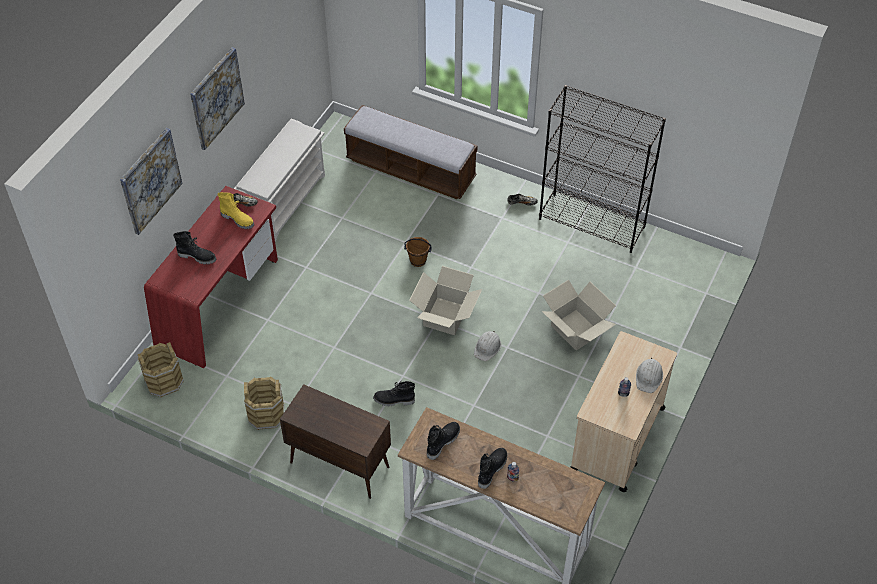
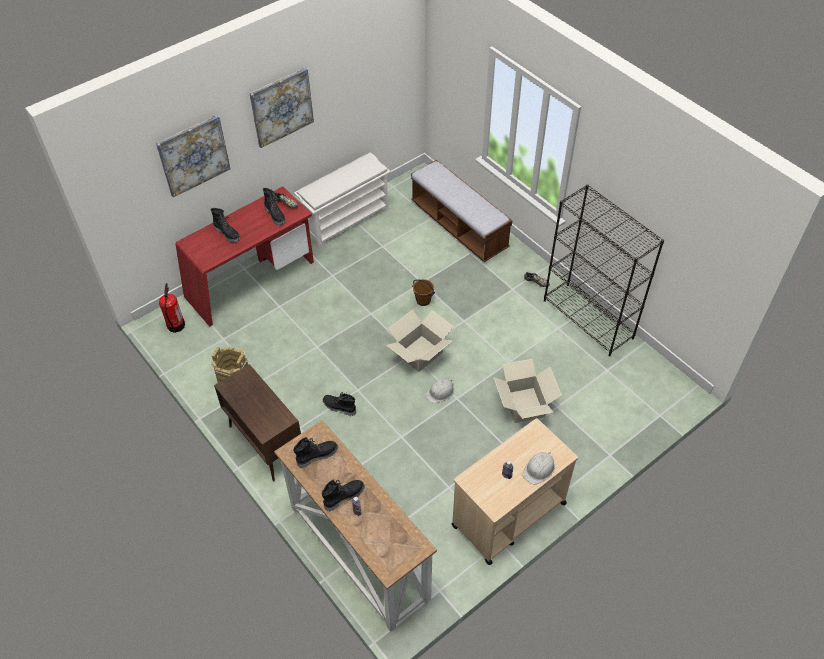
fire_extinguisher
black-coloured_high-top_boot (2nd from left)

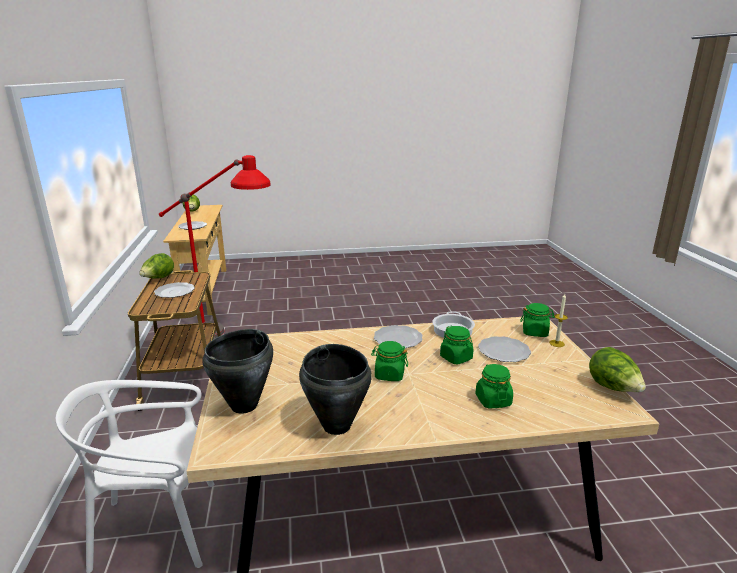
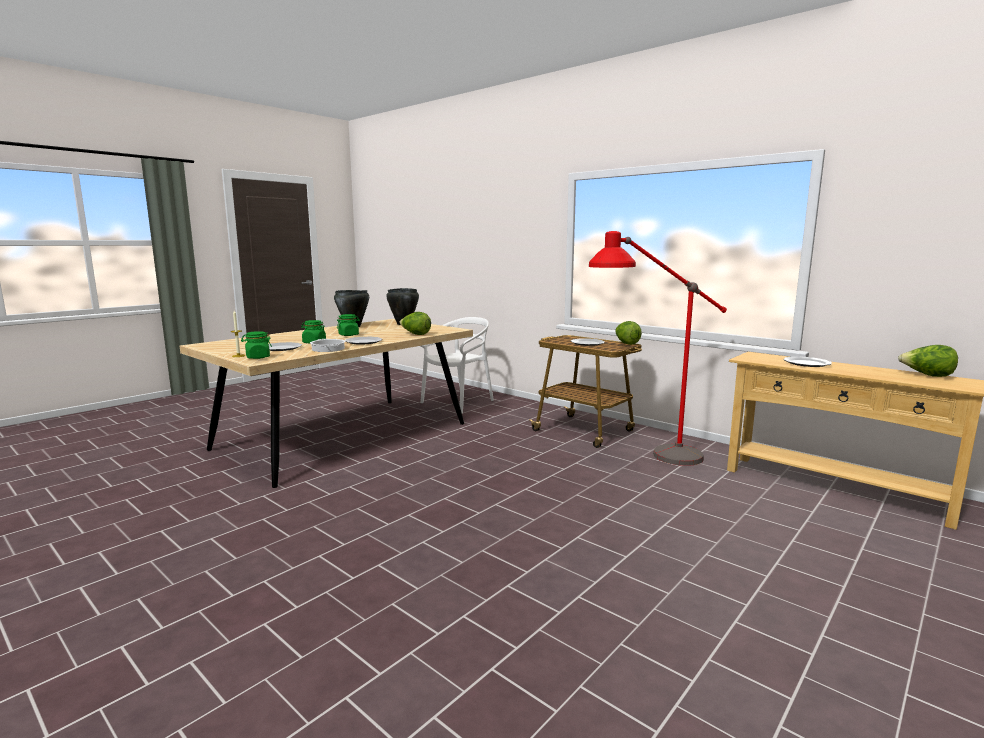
lettuce (1st from left)
green-coloured_preserve_jar (3rd from left in the first image)

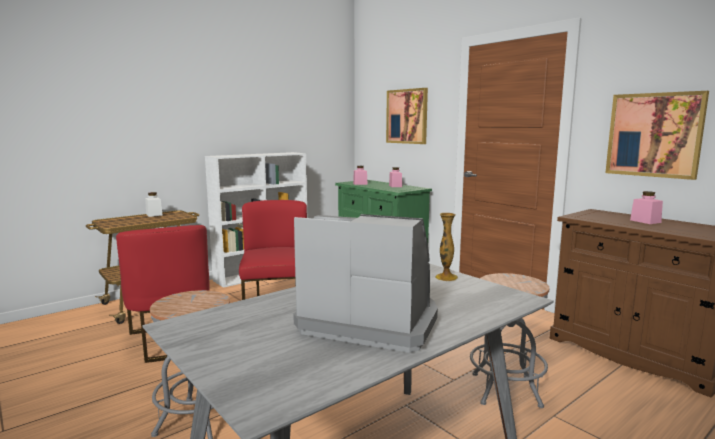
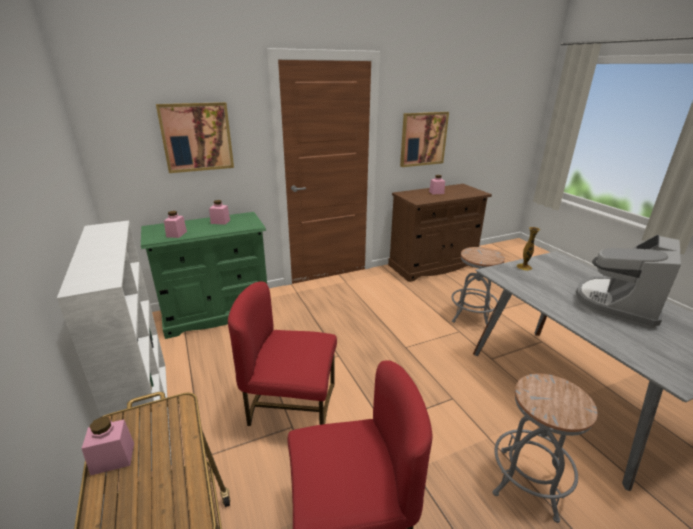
pink_preserve_jar (1st from left)

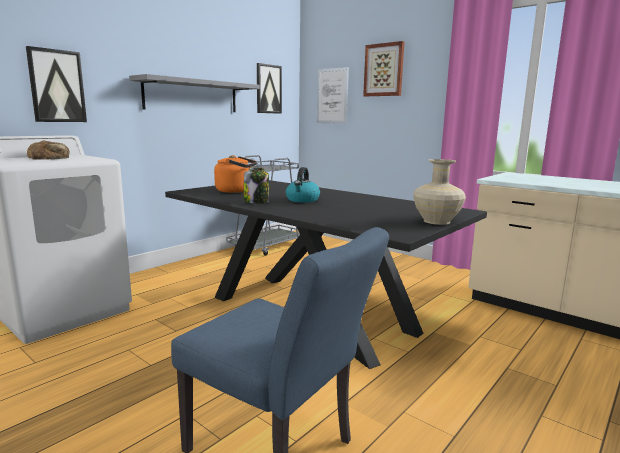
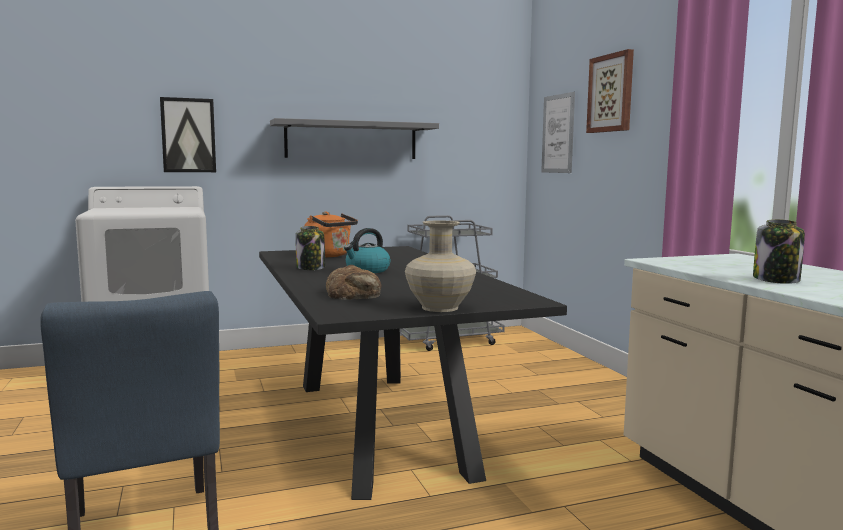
bakery_bread
preserve_jar (2nd from left)
picture (2nd from left in the first image)

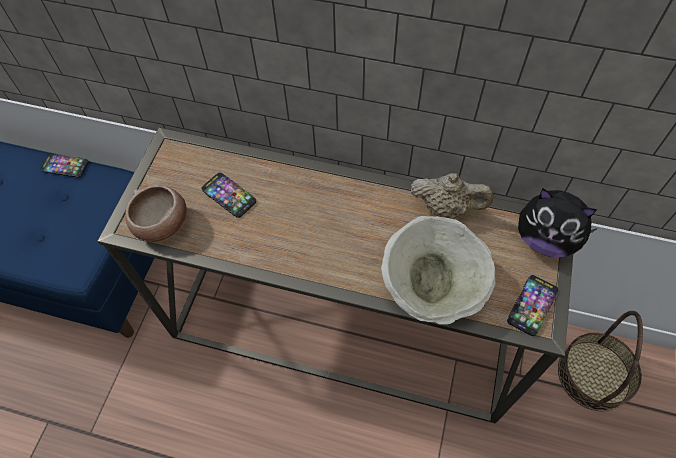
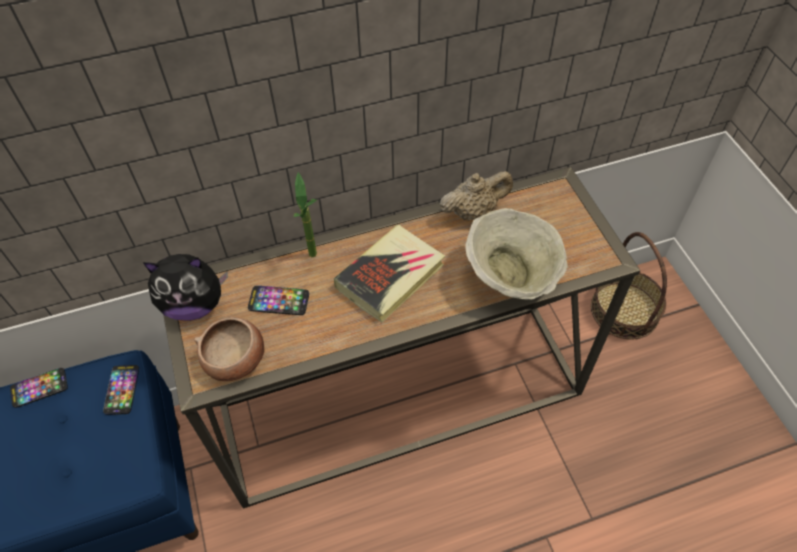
handset (2nd from left)
plush_toy
potted_plant
volume

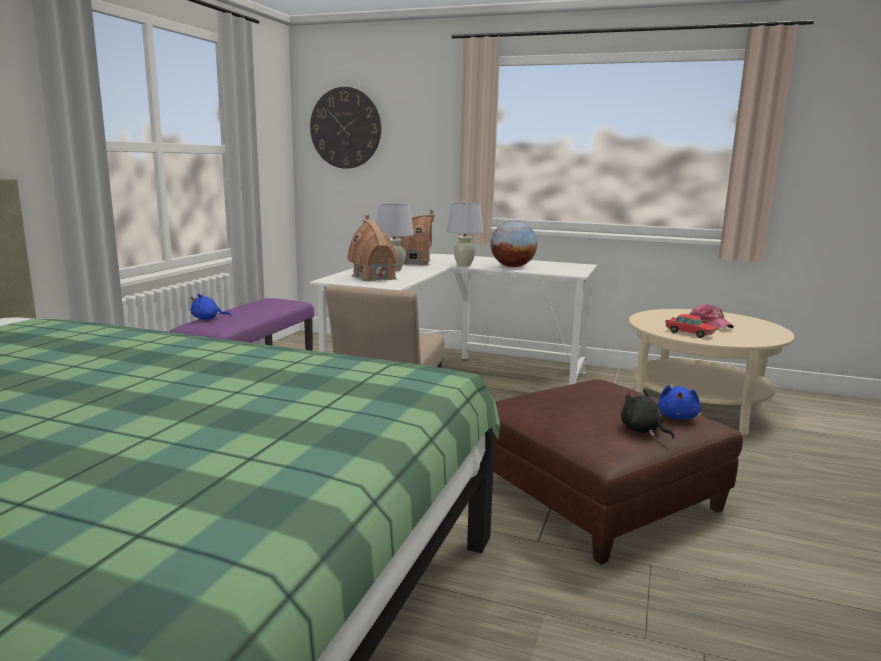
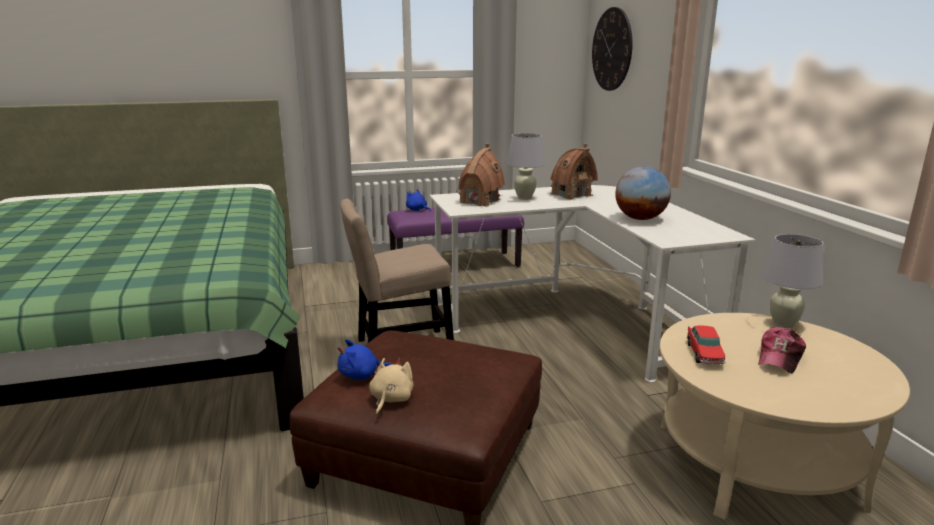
blue_plush_toy (1st from left)
sand-coloured_plush_toy
whitish_tabletop_lamp (2nd from left)

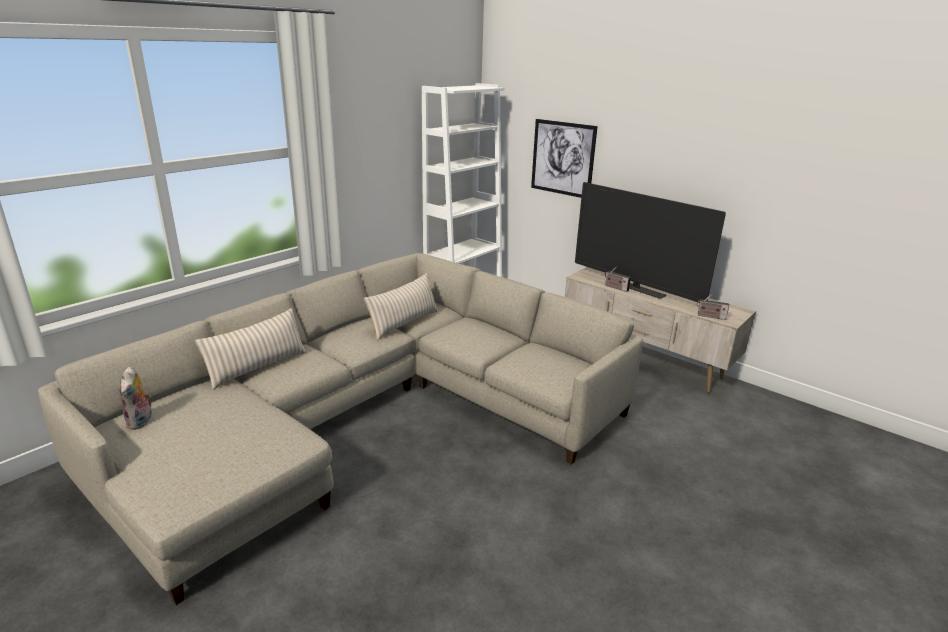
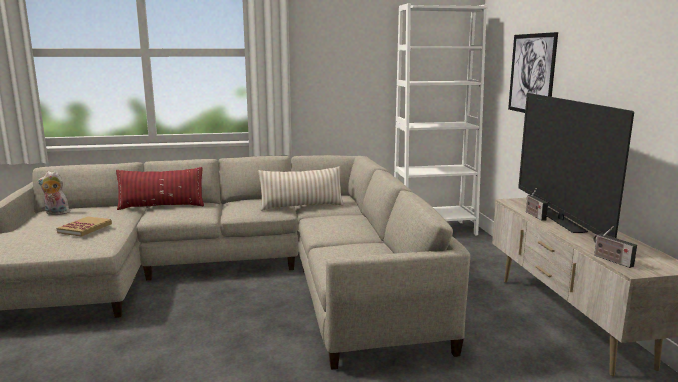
plush_toy
volume
red-coloured_throw_pillow

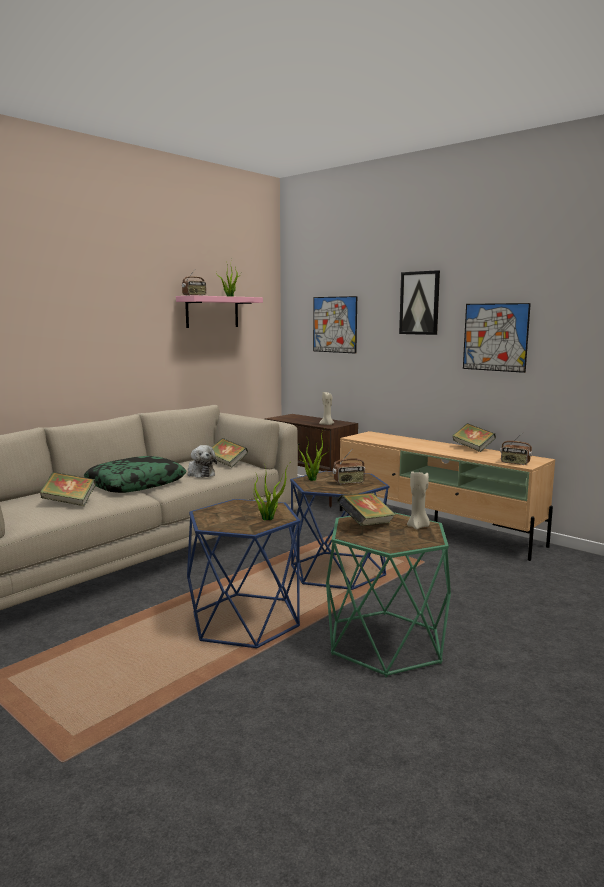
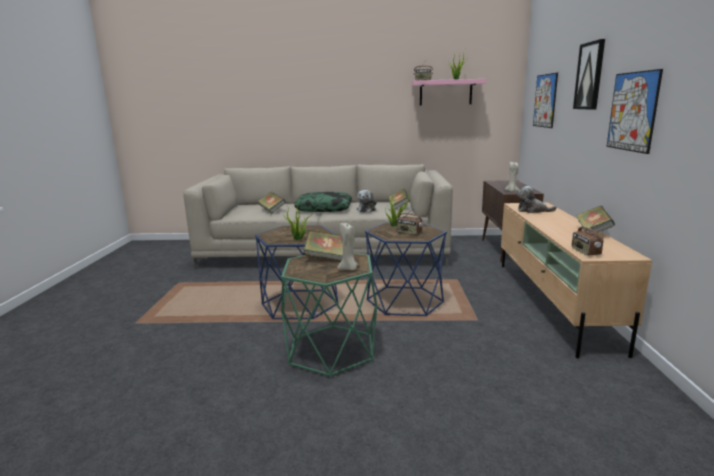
plush_toy (2nd from left)

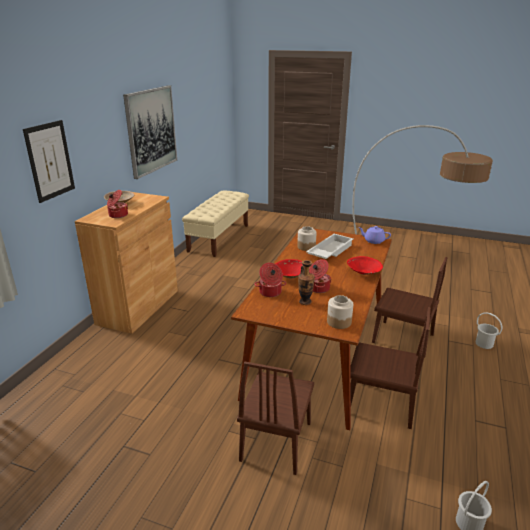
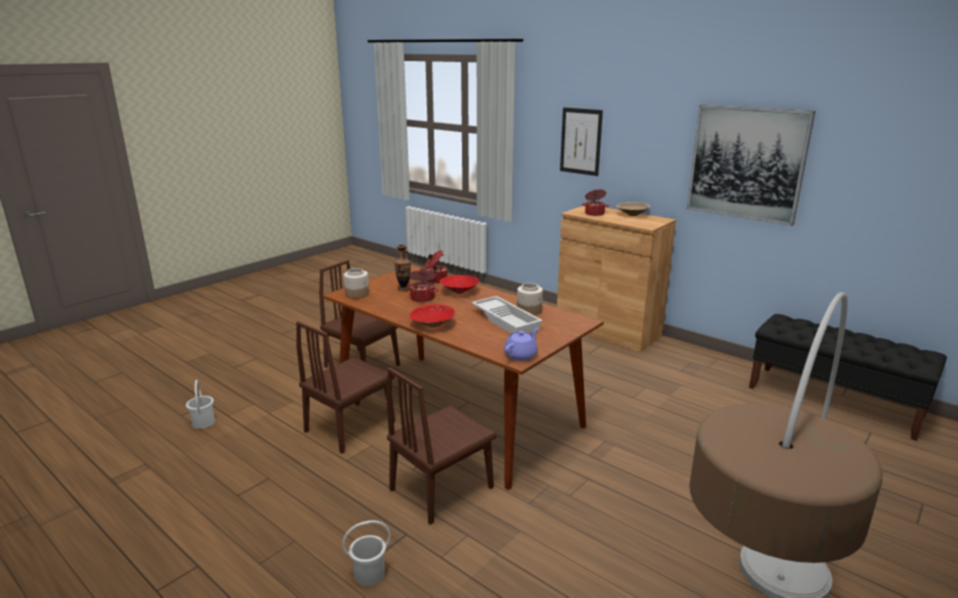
black-coloured_long_seat

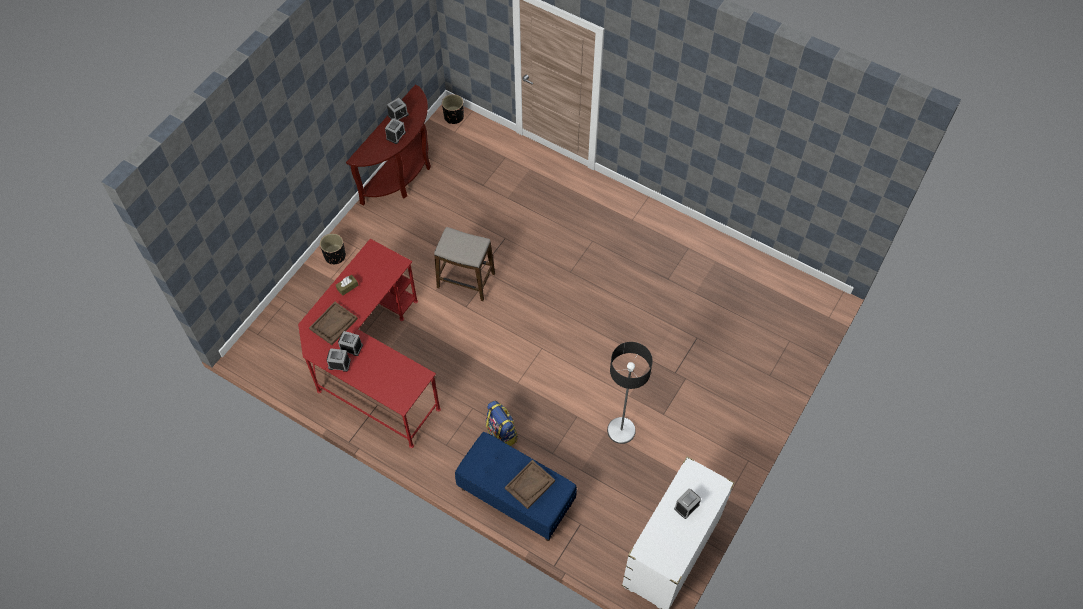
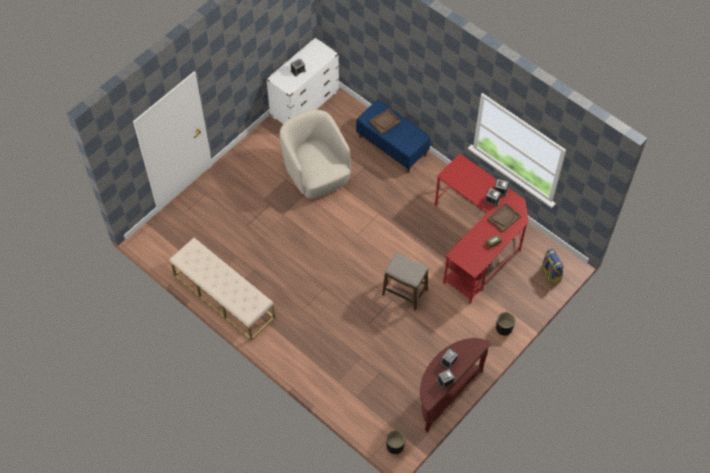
sand-coloured_long_seat
sand-coloured_lounge_chair
rucksack

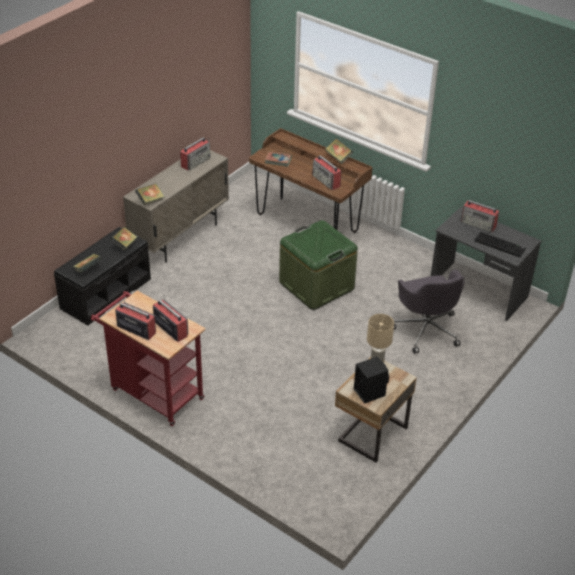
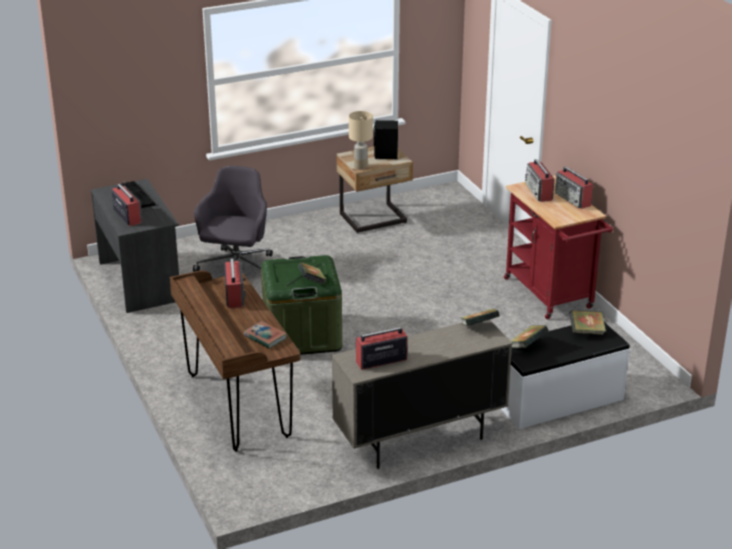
volume (2nd from left)
whitish_long_seat

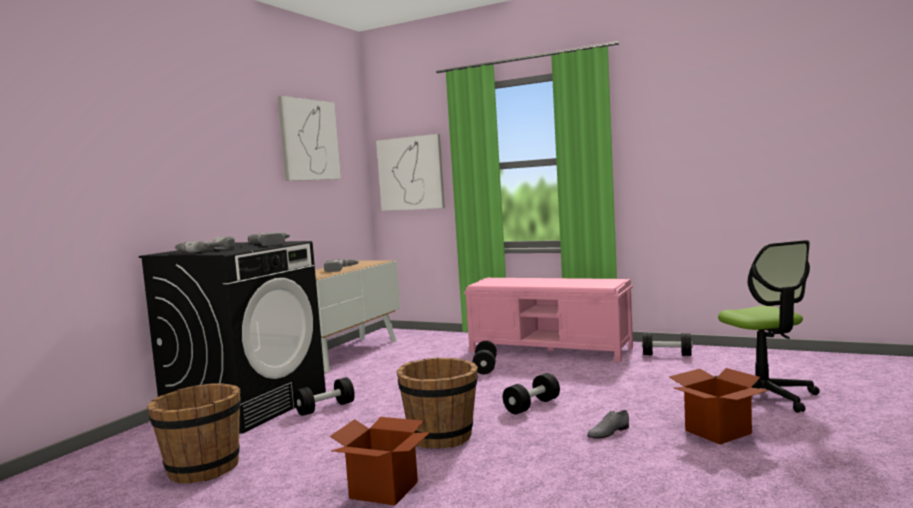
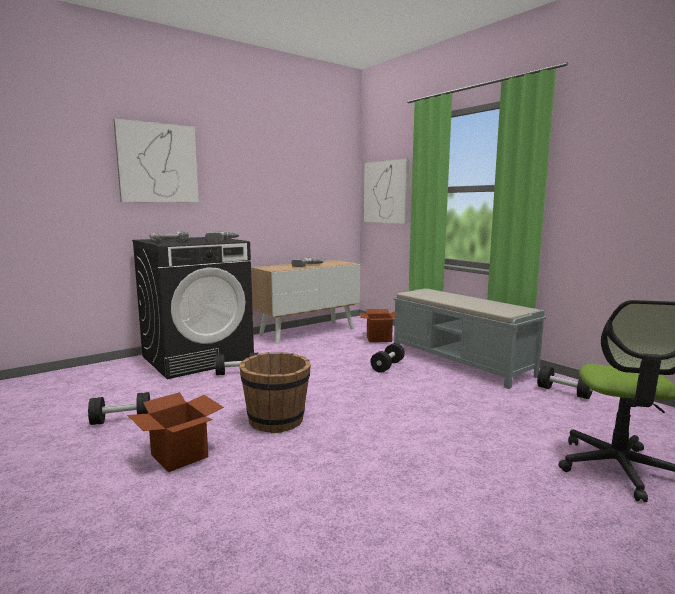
black-coloured_free_weight (1st from left)
picture (1st from left)
packing_box (2nd from left)
gray_long_seat
brown-coloured_water_bucket (1st from left in the first image)
gray_low_shoe

